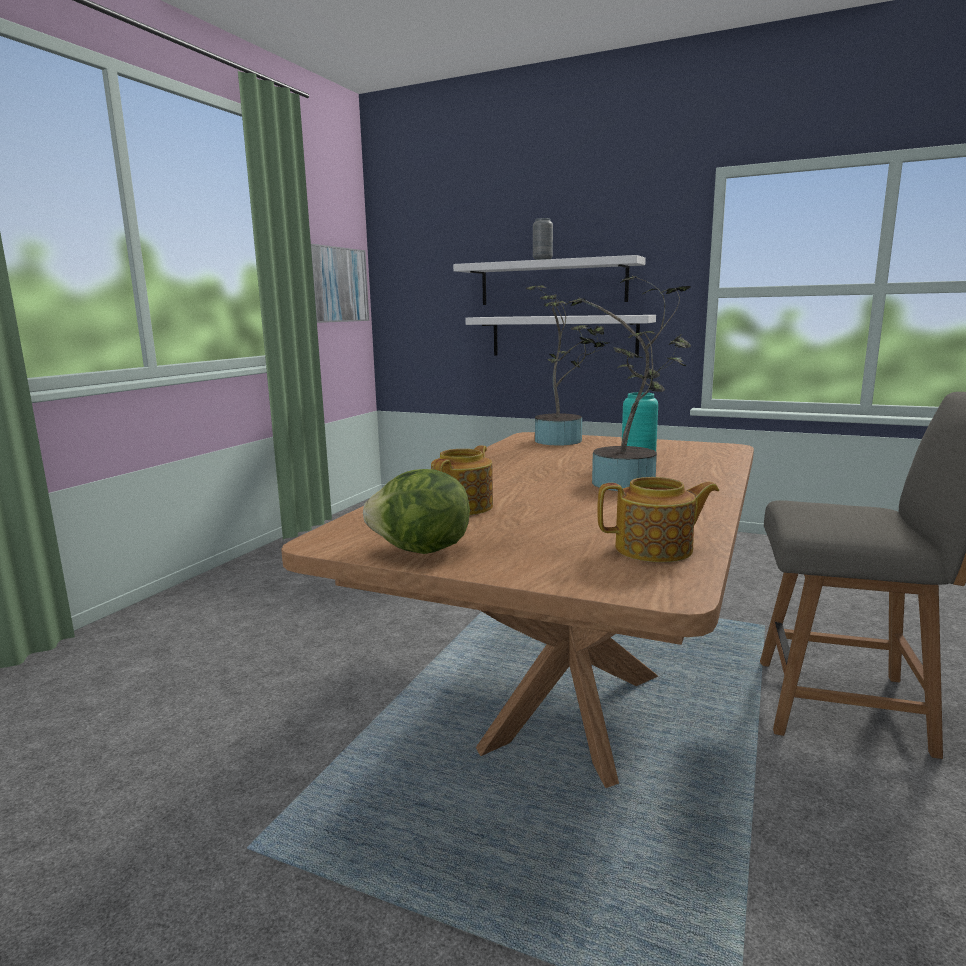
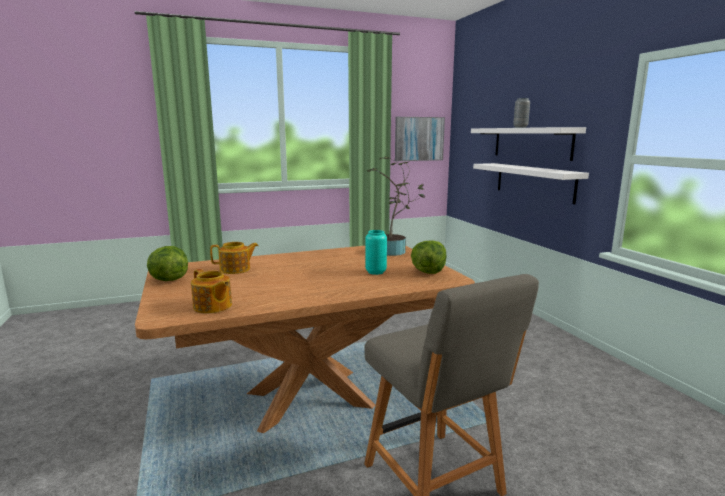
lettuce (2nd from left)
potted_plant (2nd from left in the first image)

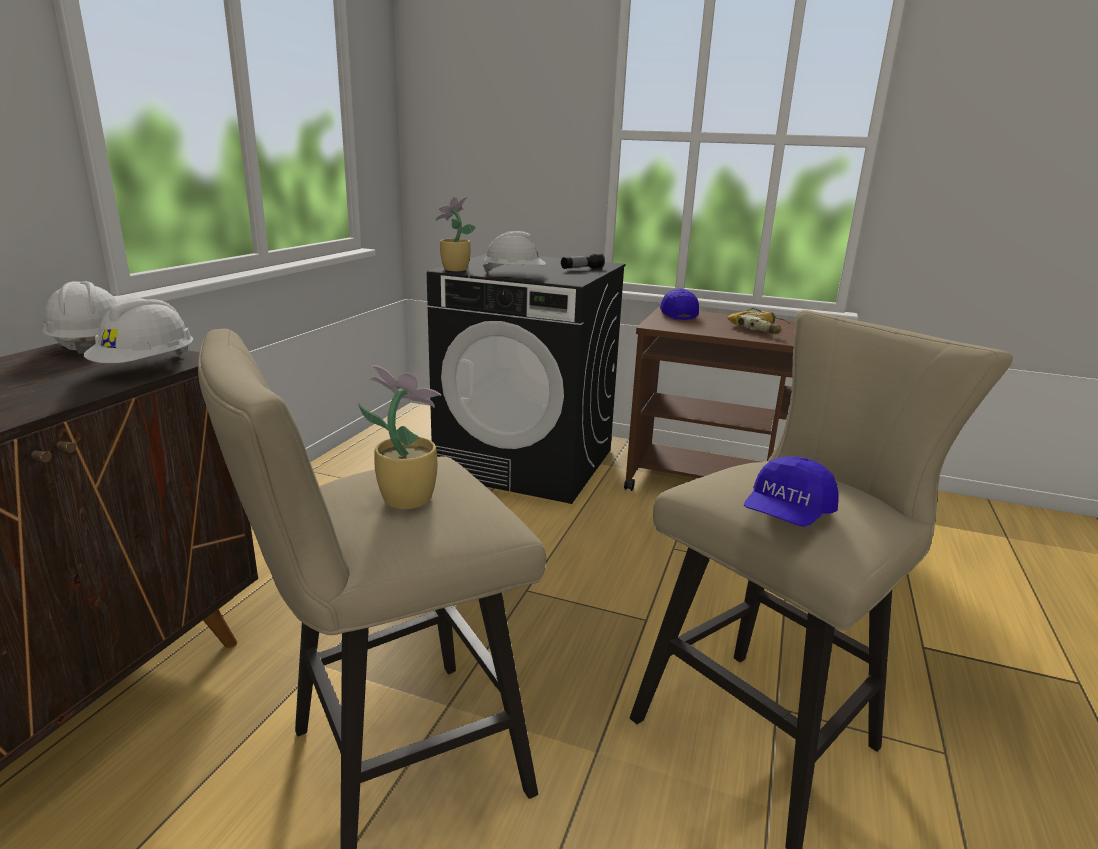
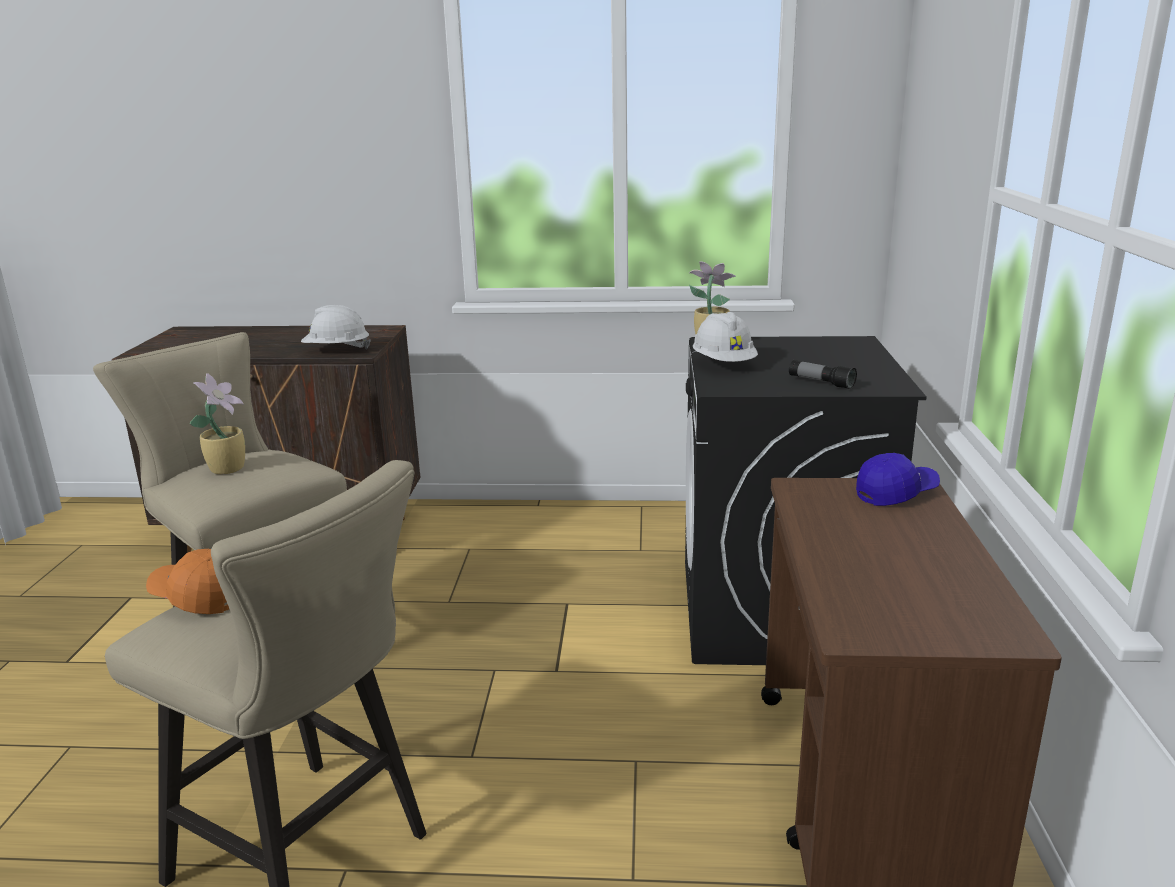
orangey_cap
whitish_hard_hat (1st from left in the first image)
power_drill

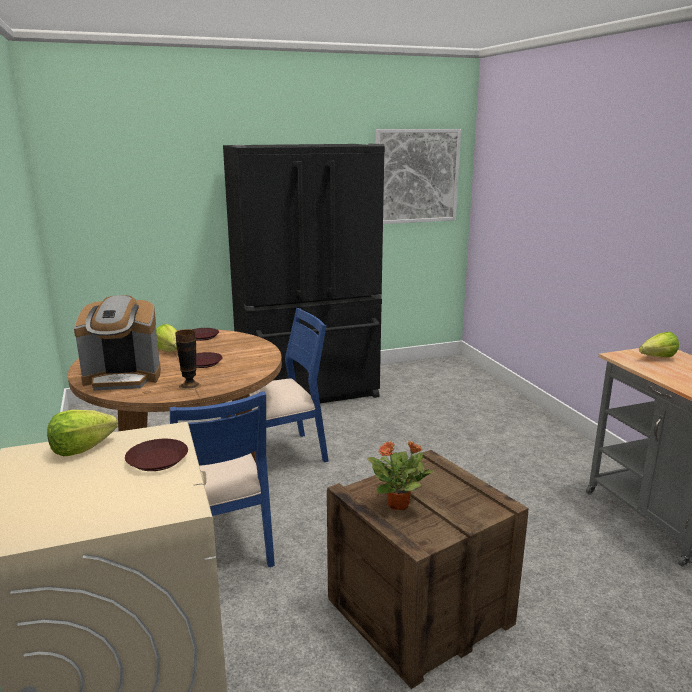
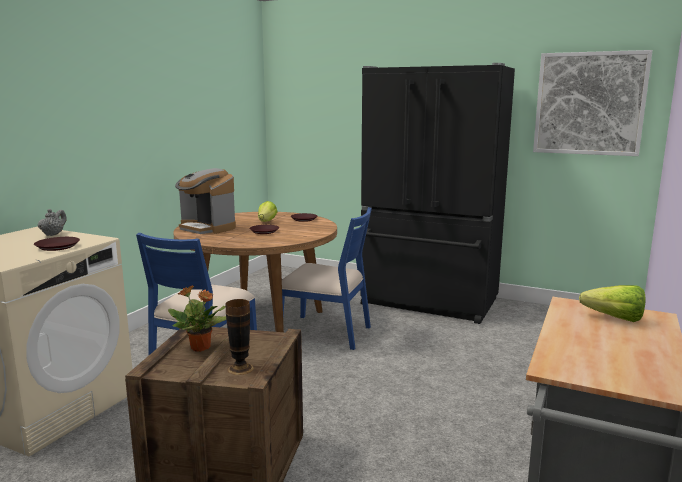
gray_pot_for_tea
decorative_vase

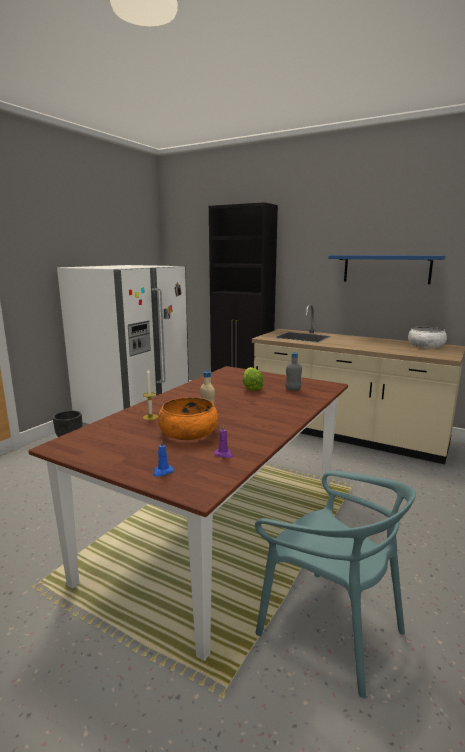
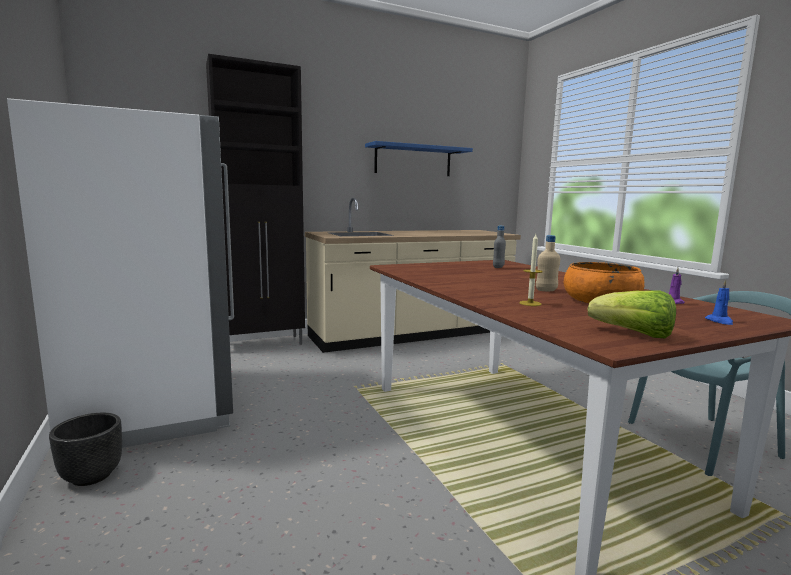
lettuce
whitish_deep_dish

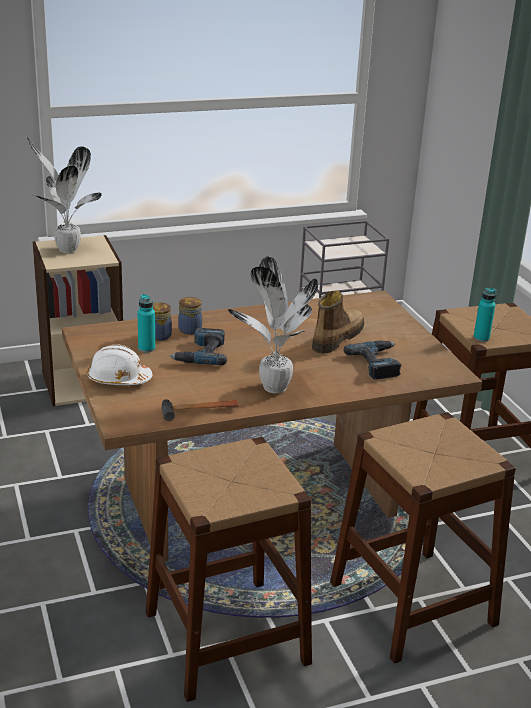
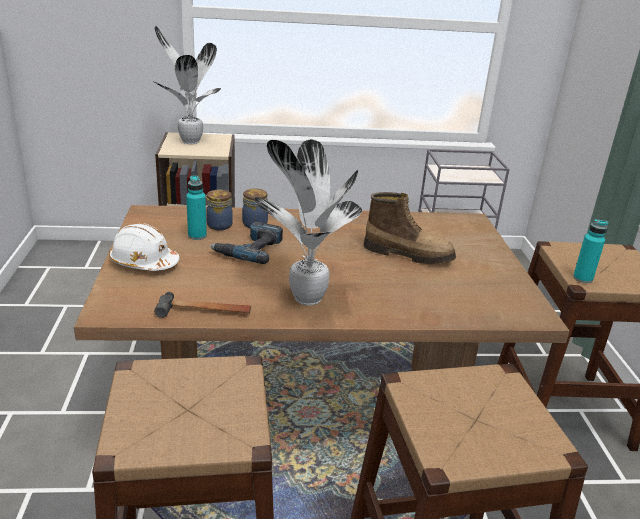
high-top_boot
power_drill (2nd from left in the first image)

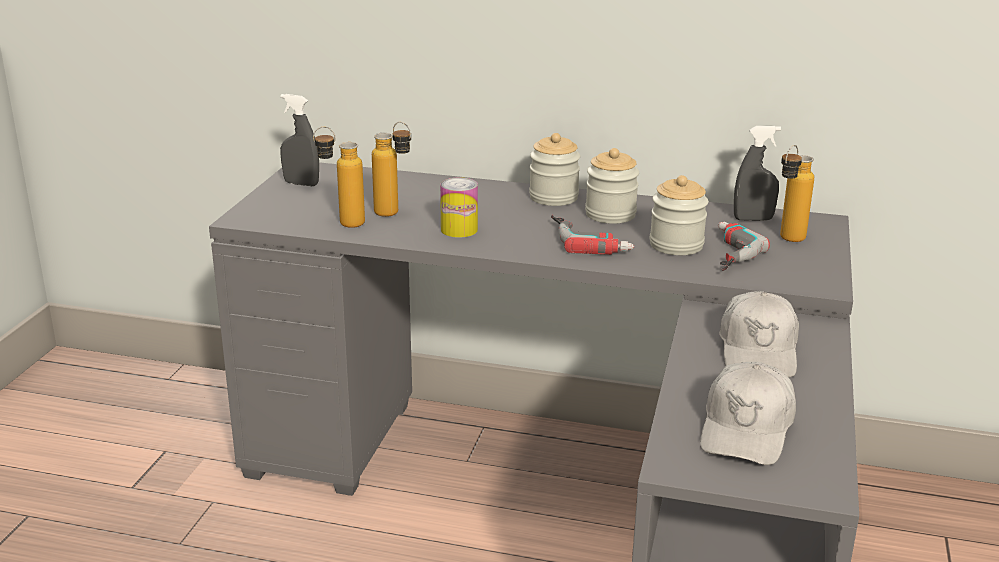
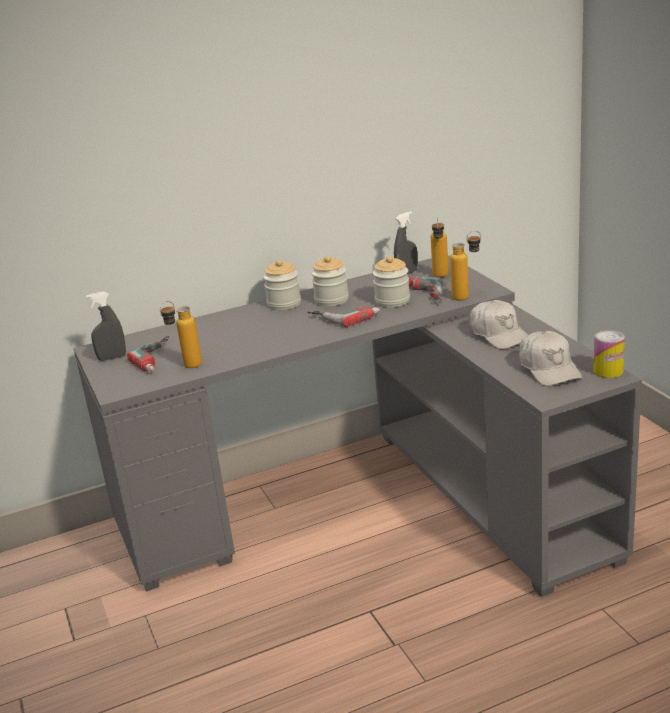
power_drill (1st from left)
drink_bottle (3rd from left)
metal_can

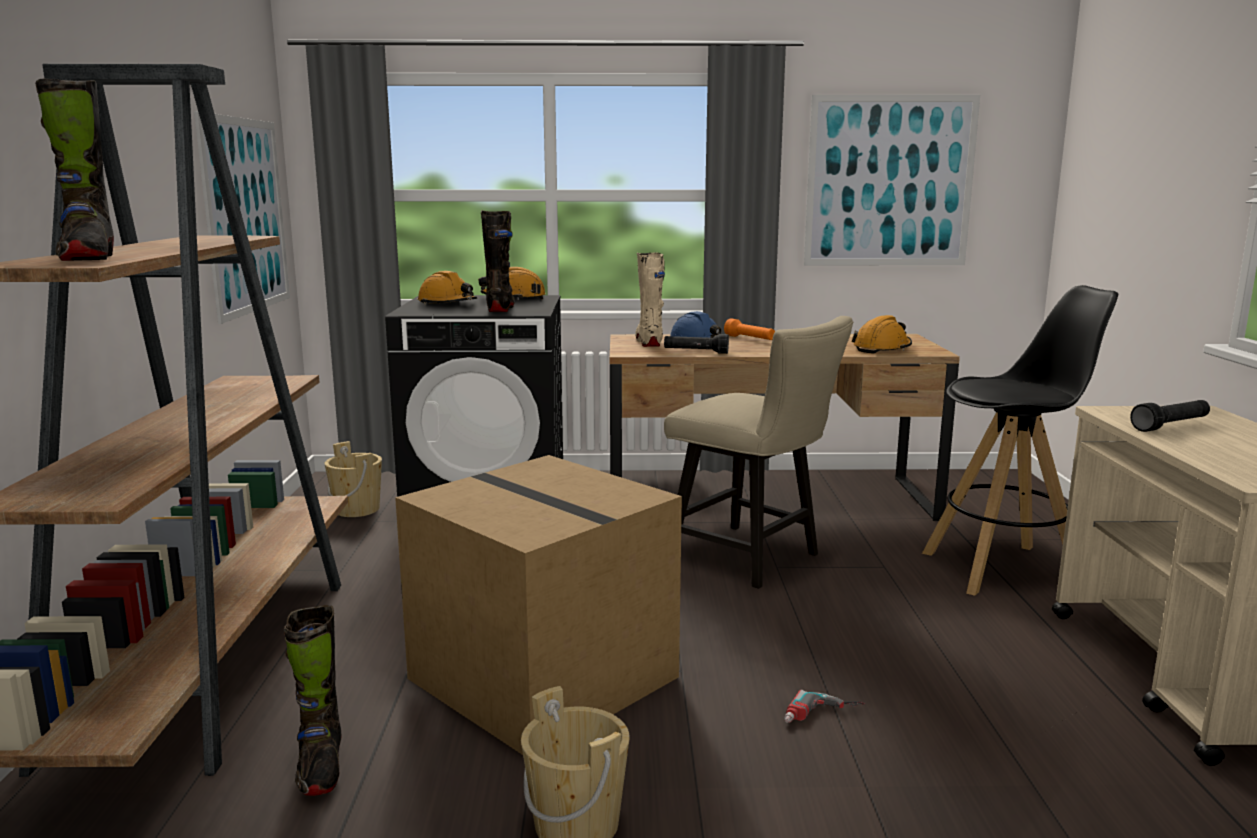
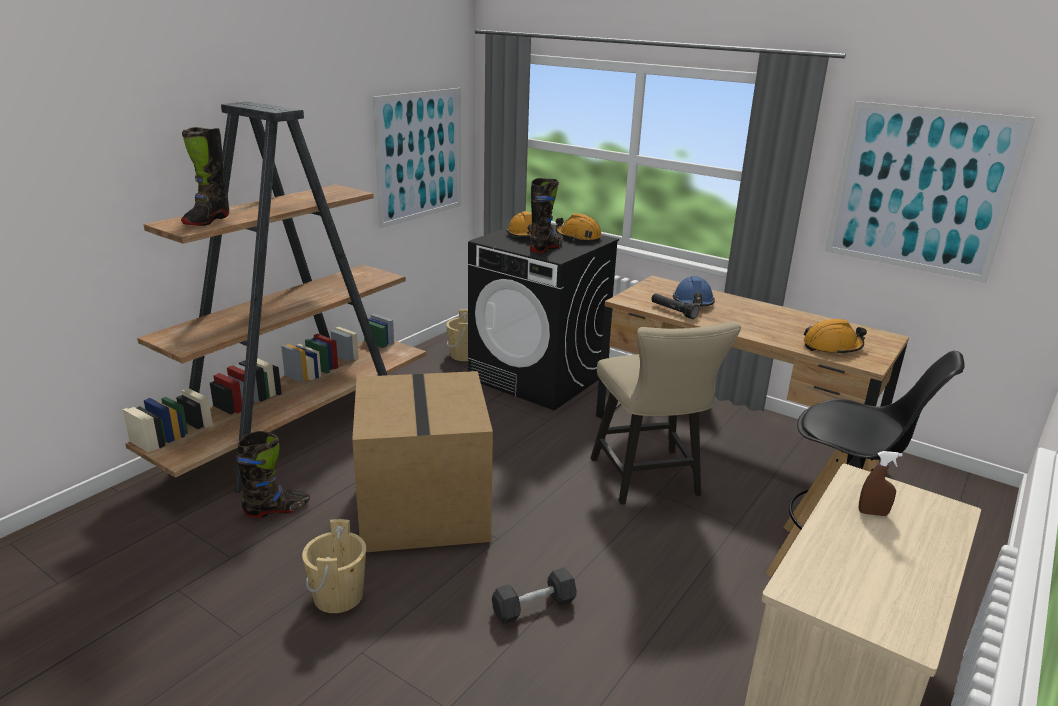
black-coloured_high-top_boot (2nd from left)
black-coloured_free_weight
brown-coloured_hand_sprayer
sand-coloured_high-top_boot
orangey_hand_torch

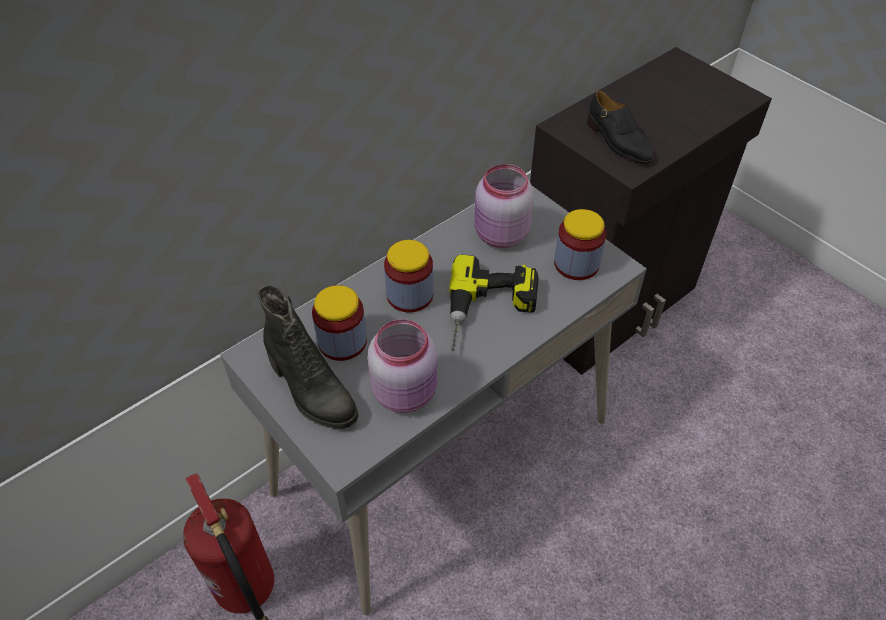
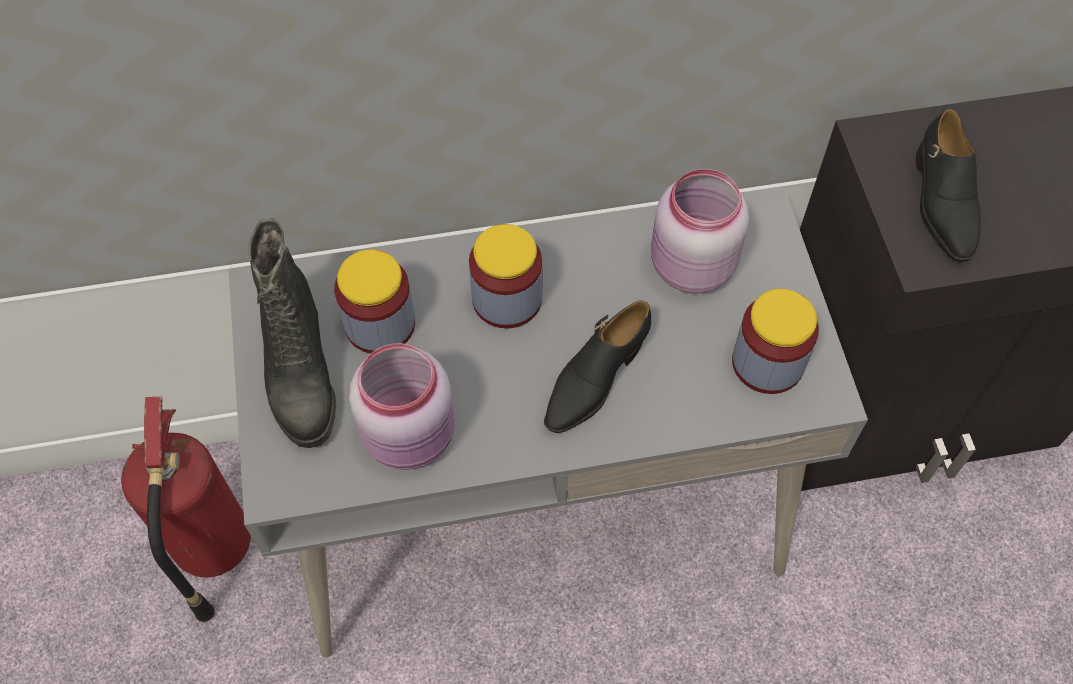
black-coloured_low_shoe (1st from left)

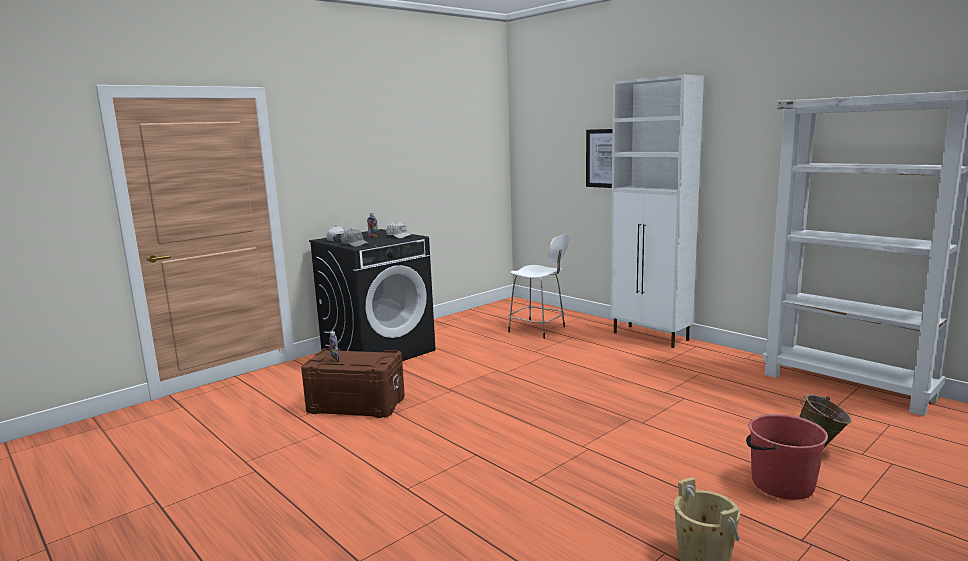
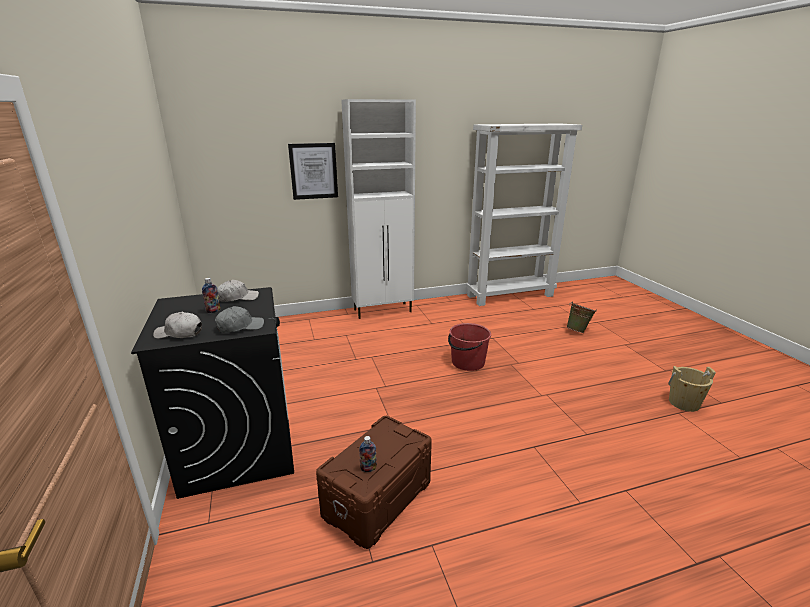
red-coloured_water_bucket
whitish_sitting_stool

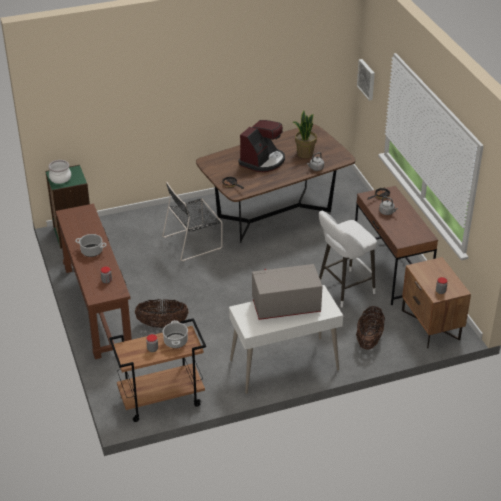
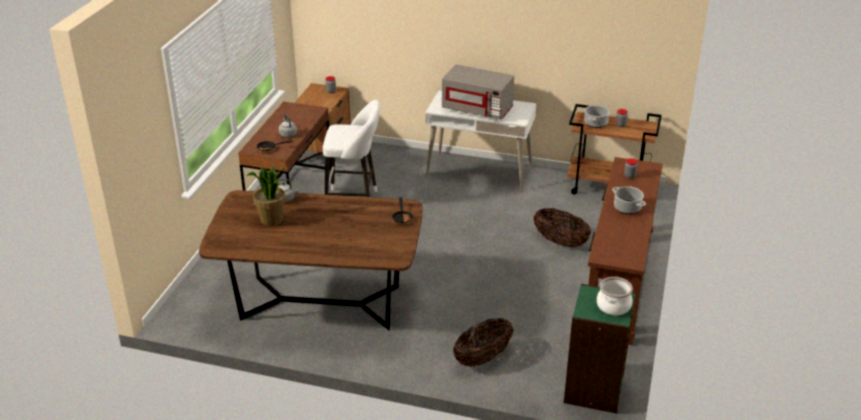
storage_basket (1st from left)
black-coloured_plain_chair
coffee_brewer
picture

